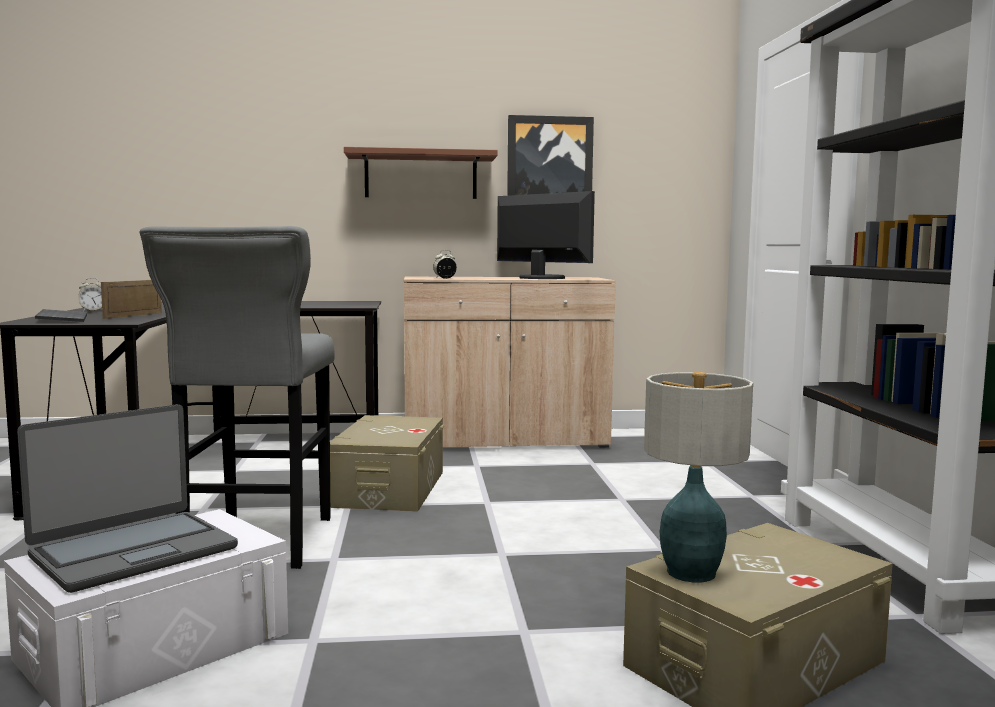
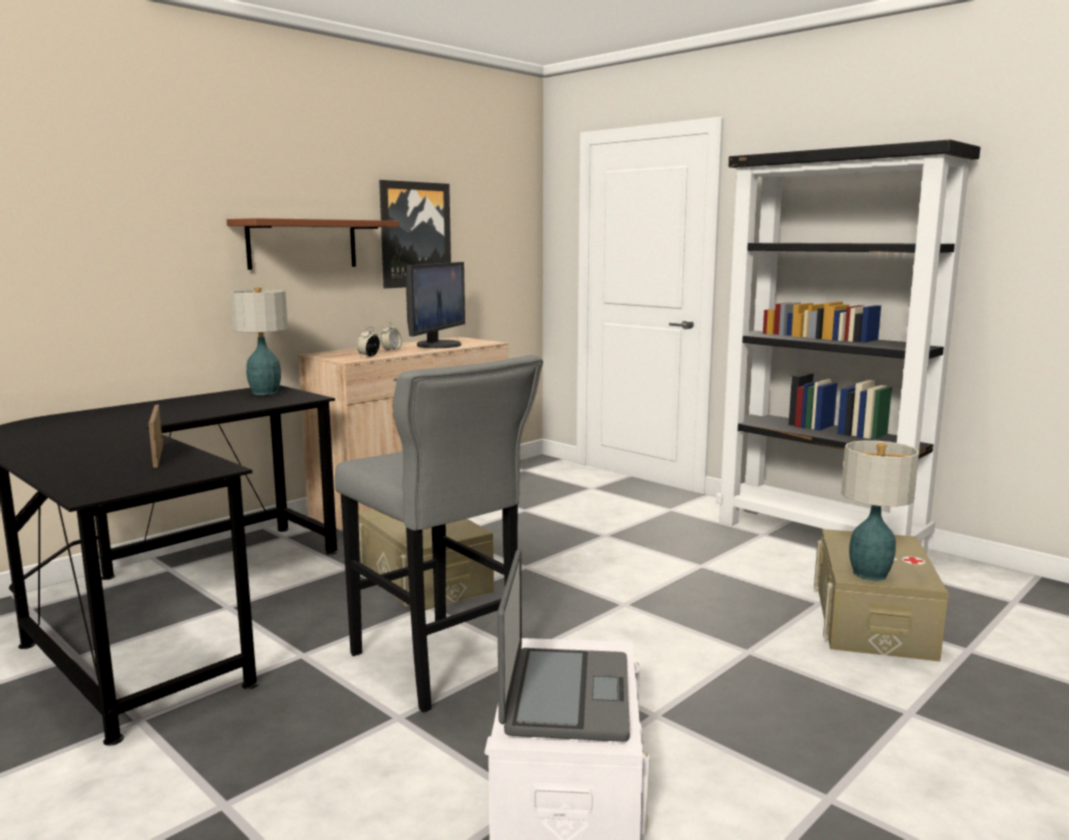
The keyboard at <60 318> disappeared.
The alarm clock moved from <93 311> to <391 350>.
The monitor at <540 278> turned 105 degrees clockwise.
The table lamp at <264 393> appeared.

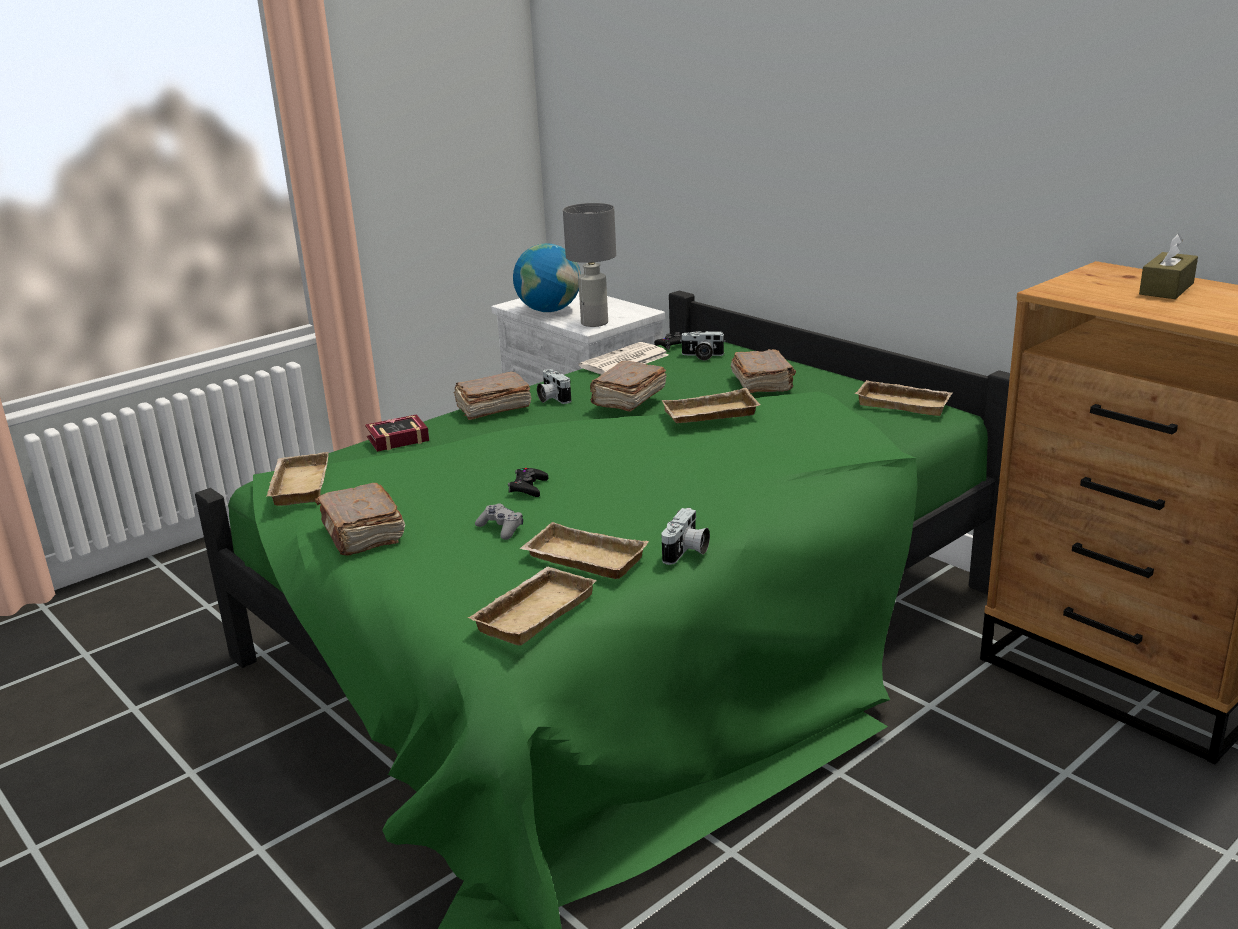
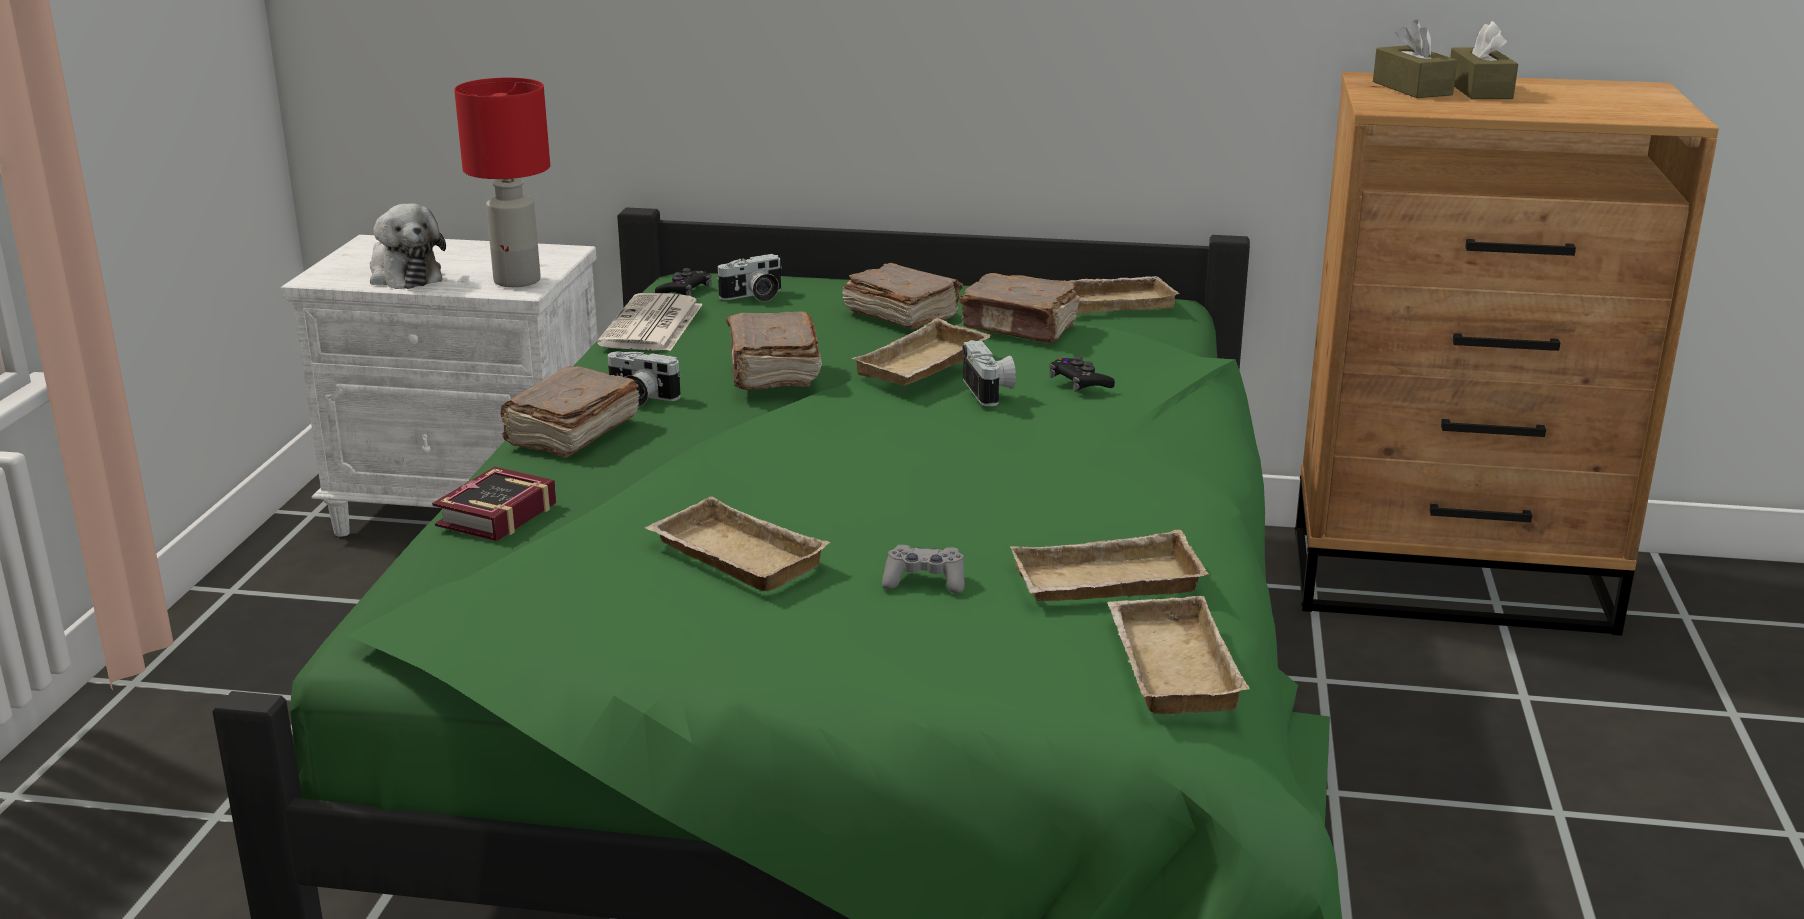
The beige tray moved from <298 485> to <732 557>.
The brown book moved from <362 534> to <1020 328>.
The black game controller moved from <528 487> to <1080 382>.
The globe at <549 310> was replaced by the plush toy at <403 276>.
The grey table lamp at <594 323> became the red table lamp at <517 281>.
The photo camera moved from <686 552> to <991 391>.
The brown tissue box at <1412 88> appeared.

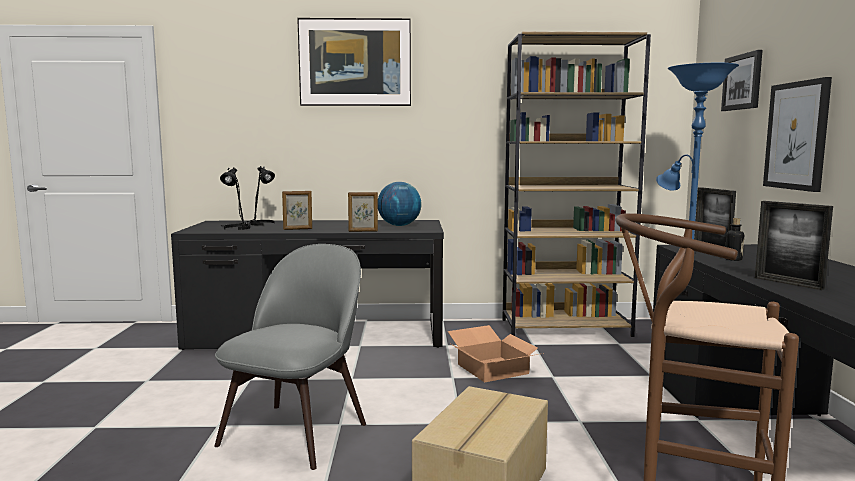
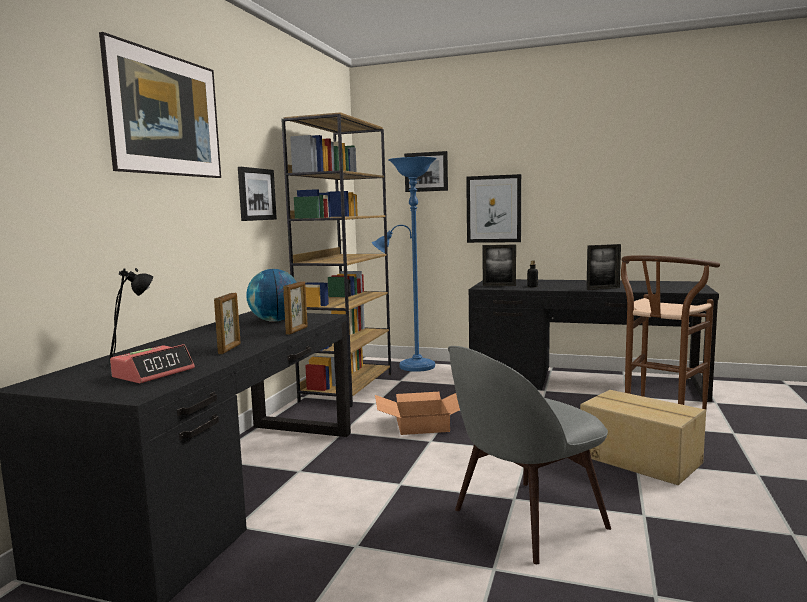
The grey chair at <297 431> turned 75 degrees counterclockwise.
The black table lamp at <235 228> was replaced by the alarm clock at <154 373>.
The picture at <256 194> appeared.

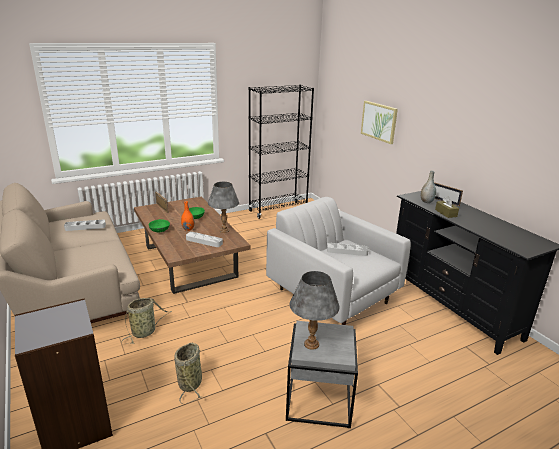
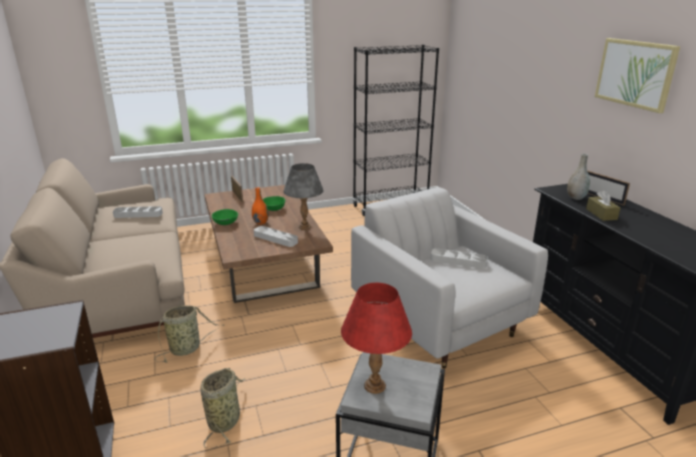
The grey table lamp at <311 344> became the red table lamp at <374 386>.
The picture moved from <379 121> to <635 73>.

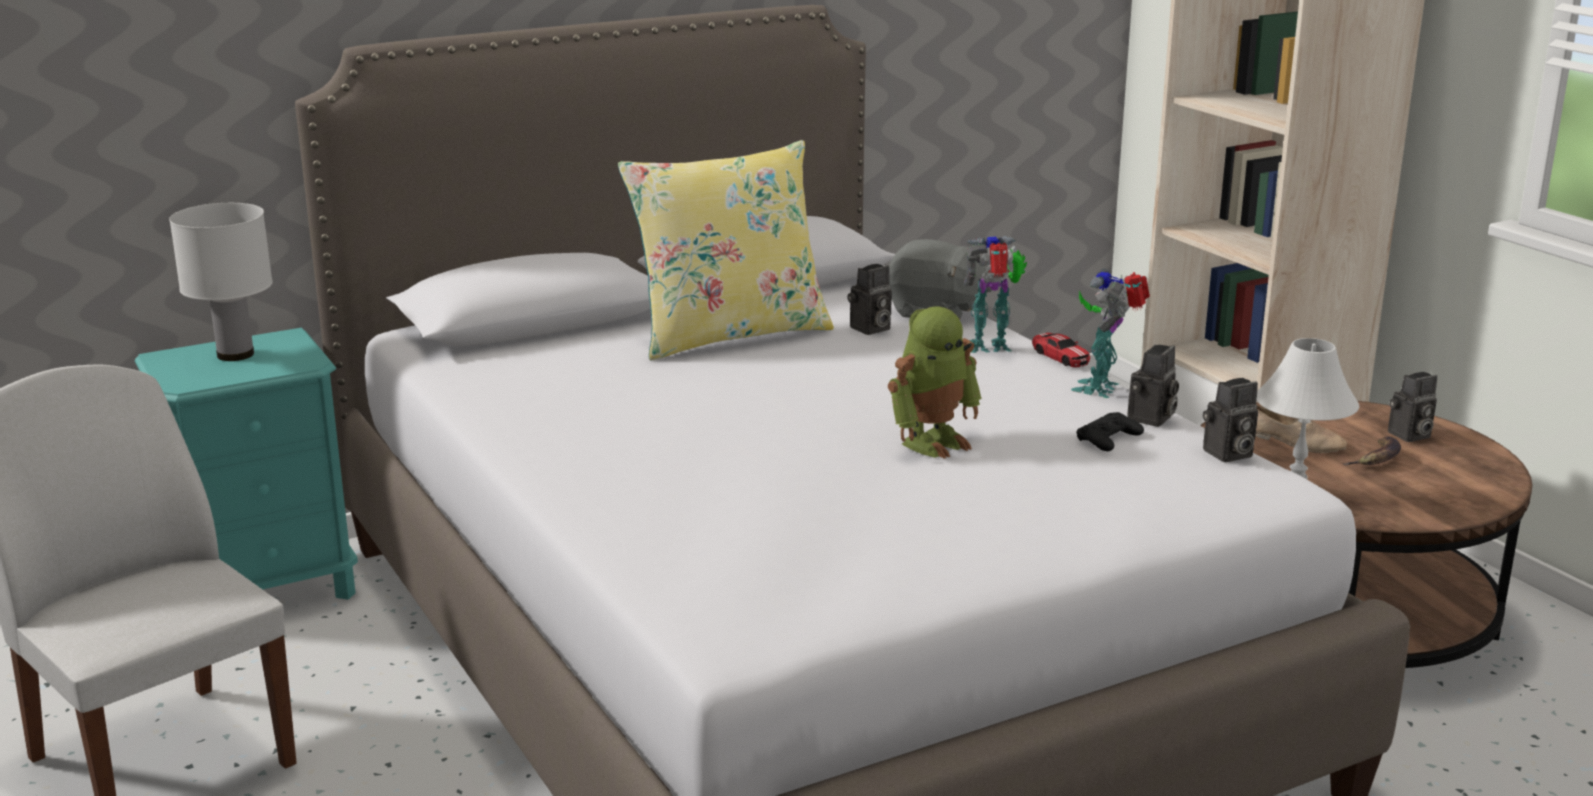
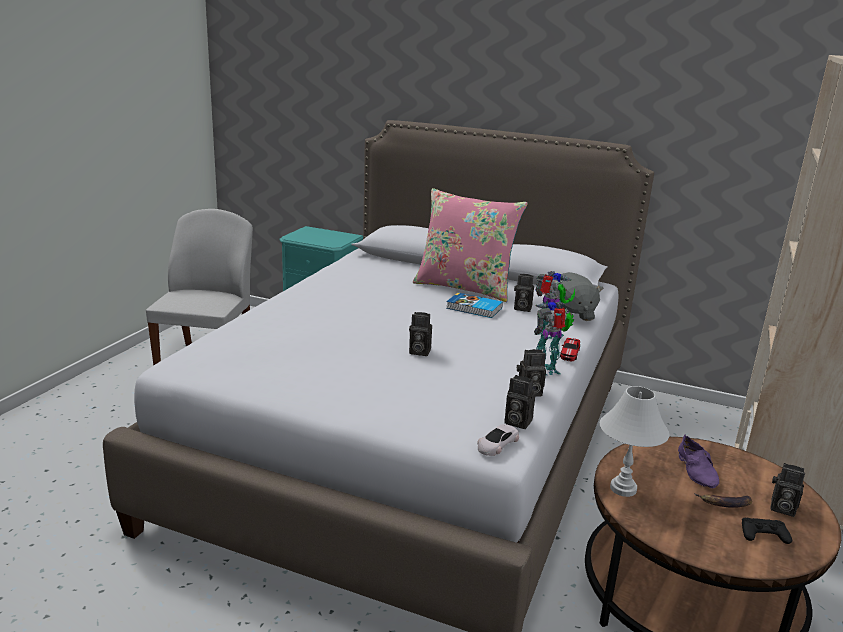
The white table lamp at <236 355> disappeared.
The yellow pillow at <729 334> became the pink pillow at <465 287>.
The toy robot at <932 441> was replaced by the photo camera at <418 352>.
The black game controller moved from <1109 439> to <763 535>.
The beige shoe at <1295 441> became the purple shoe at <697 470>.
The book at <474 308> appeared.
The white toy car at <497 444> appeared.

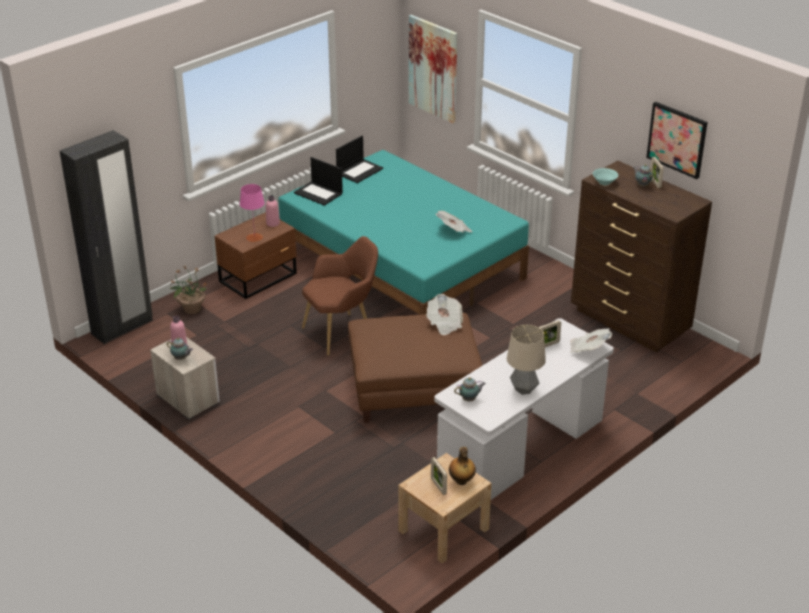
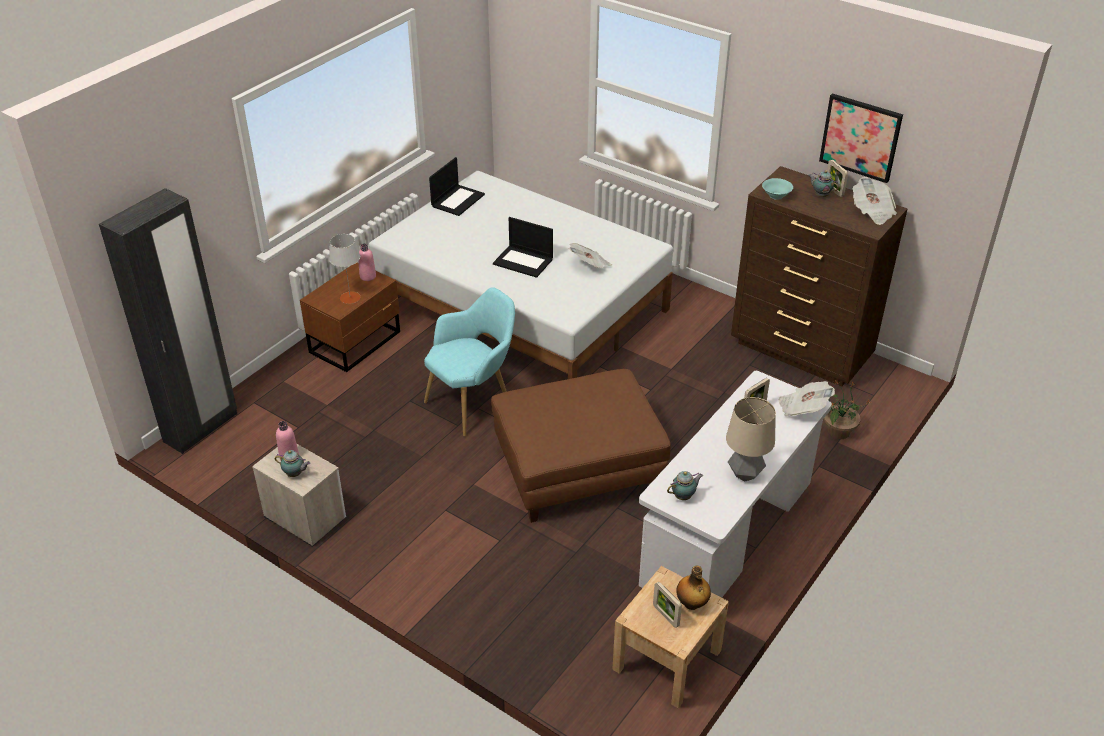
The potted plant moved from <191 309> to <837 431>.
The pink table lamp at <254 237> became the grey table lamp at <350 297>.
The turquoise bed at <402 265> became the white bed at <522 307>.
The laptop moved from <319 193> to <524 261>.
The brown armchair at <342 332> became the turquoise armchair at <474 402>.
The picture at <433 68> disappeared.
The newspaper moved from <444 323> to <872 212>.

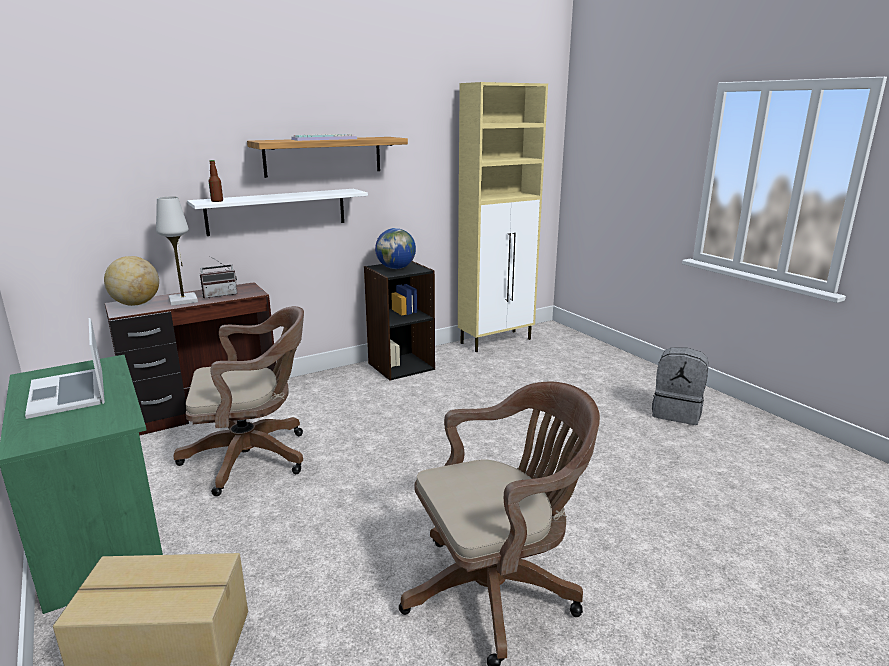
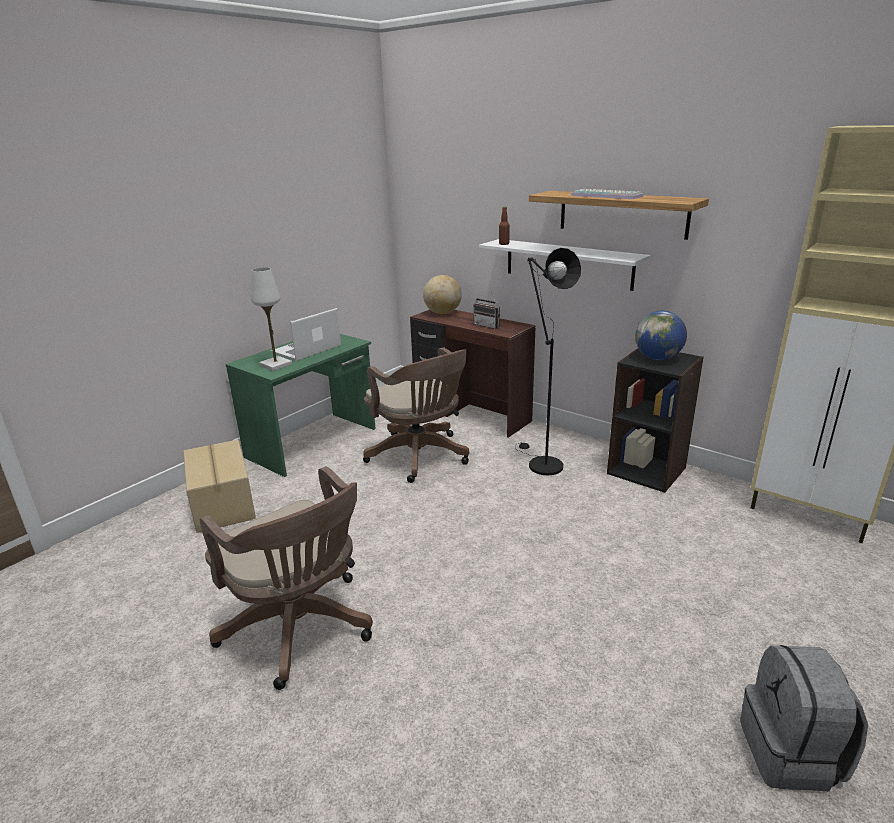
The white table lamp moved from <183 300> to <276 365>.
The black floor lamp at <541 463> appeared.

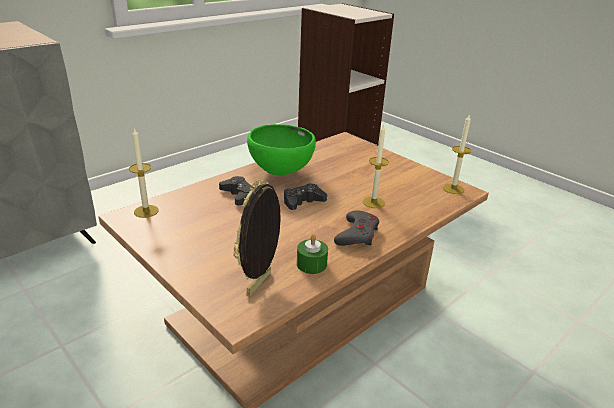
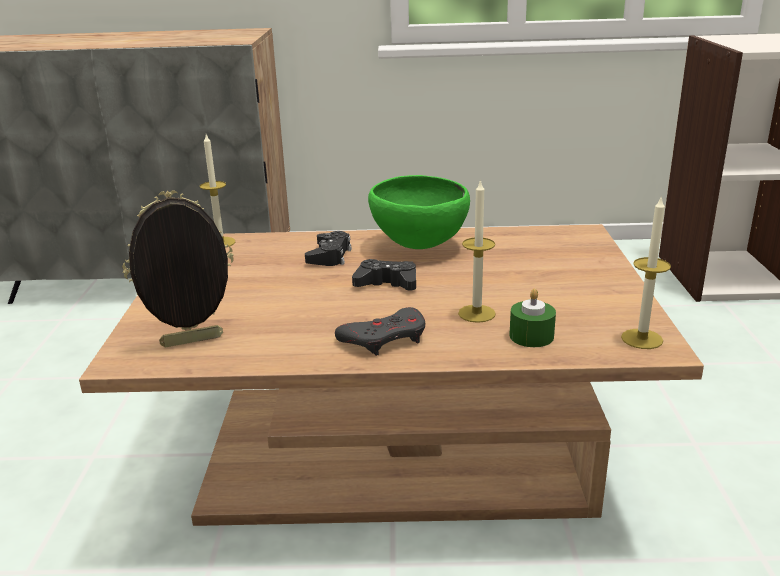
The green candle moved from <311 264> to <531 336>.

